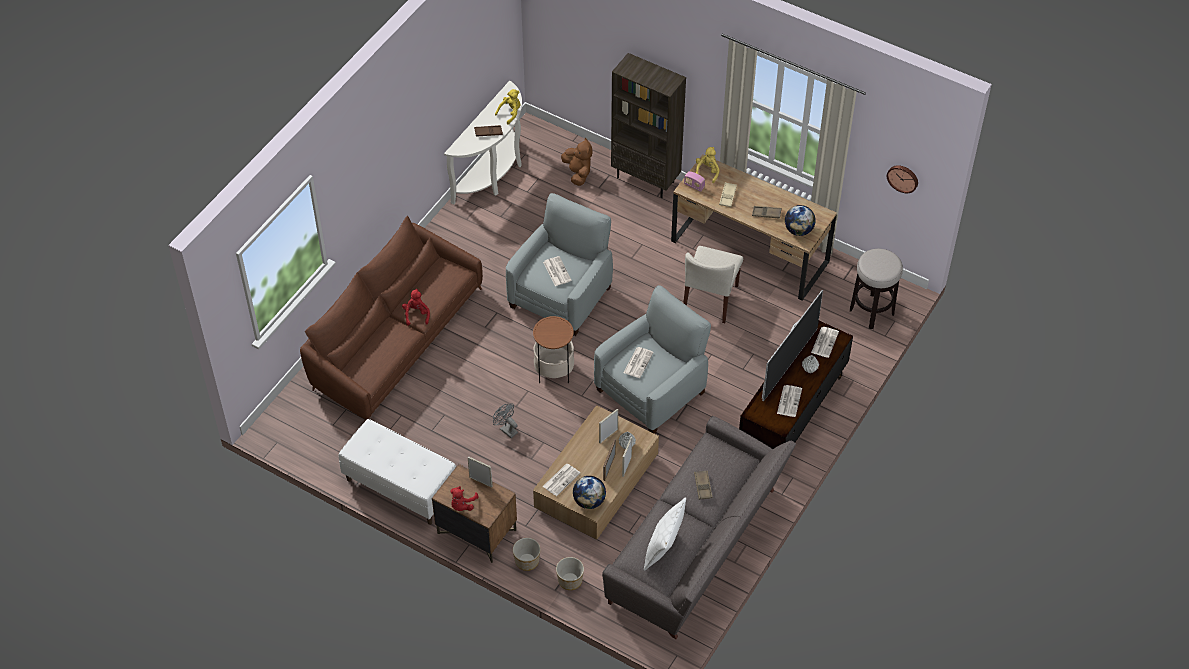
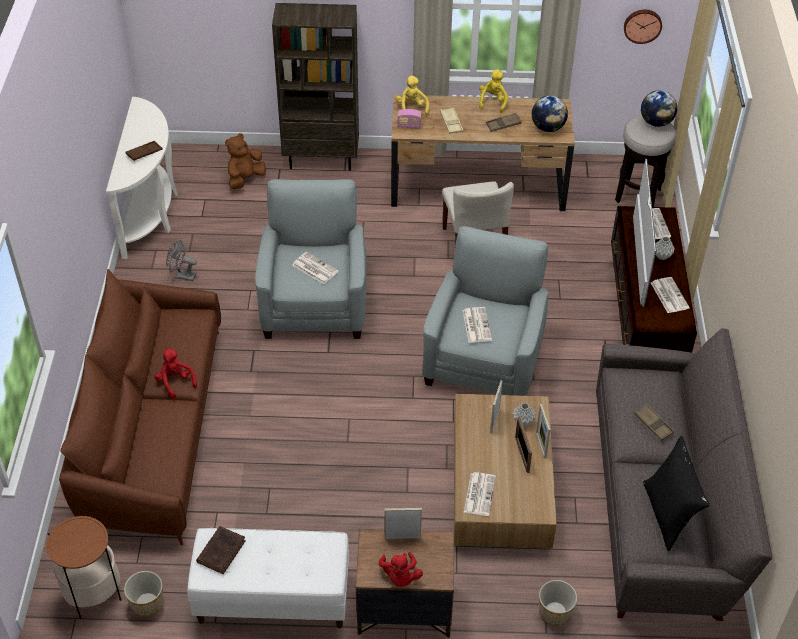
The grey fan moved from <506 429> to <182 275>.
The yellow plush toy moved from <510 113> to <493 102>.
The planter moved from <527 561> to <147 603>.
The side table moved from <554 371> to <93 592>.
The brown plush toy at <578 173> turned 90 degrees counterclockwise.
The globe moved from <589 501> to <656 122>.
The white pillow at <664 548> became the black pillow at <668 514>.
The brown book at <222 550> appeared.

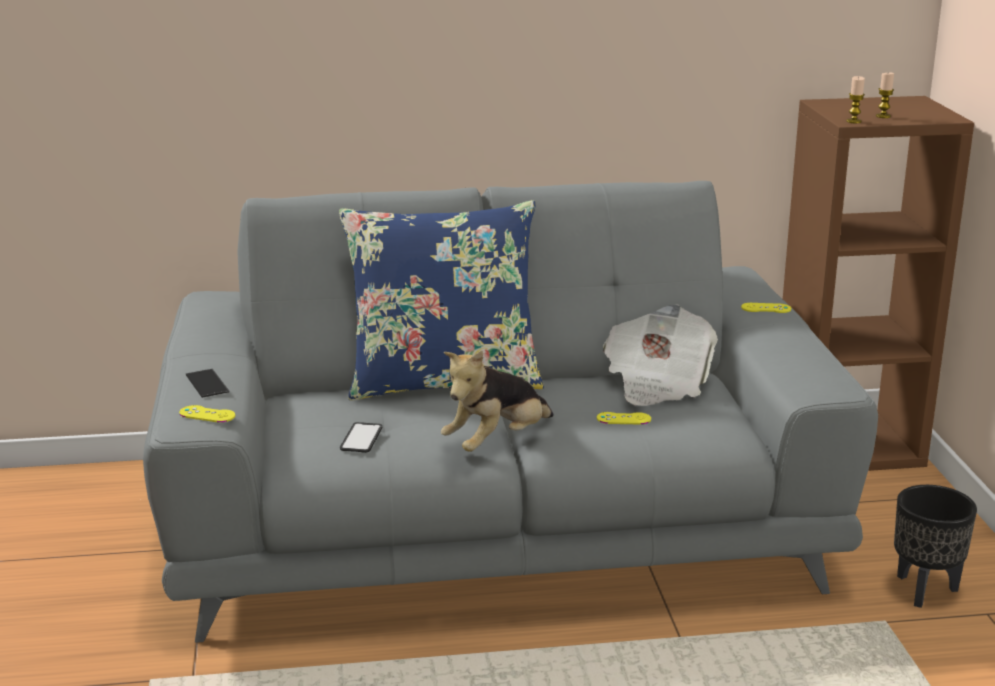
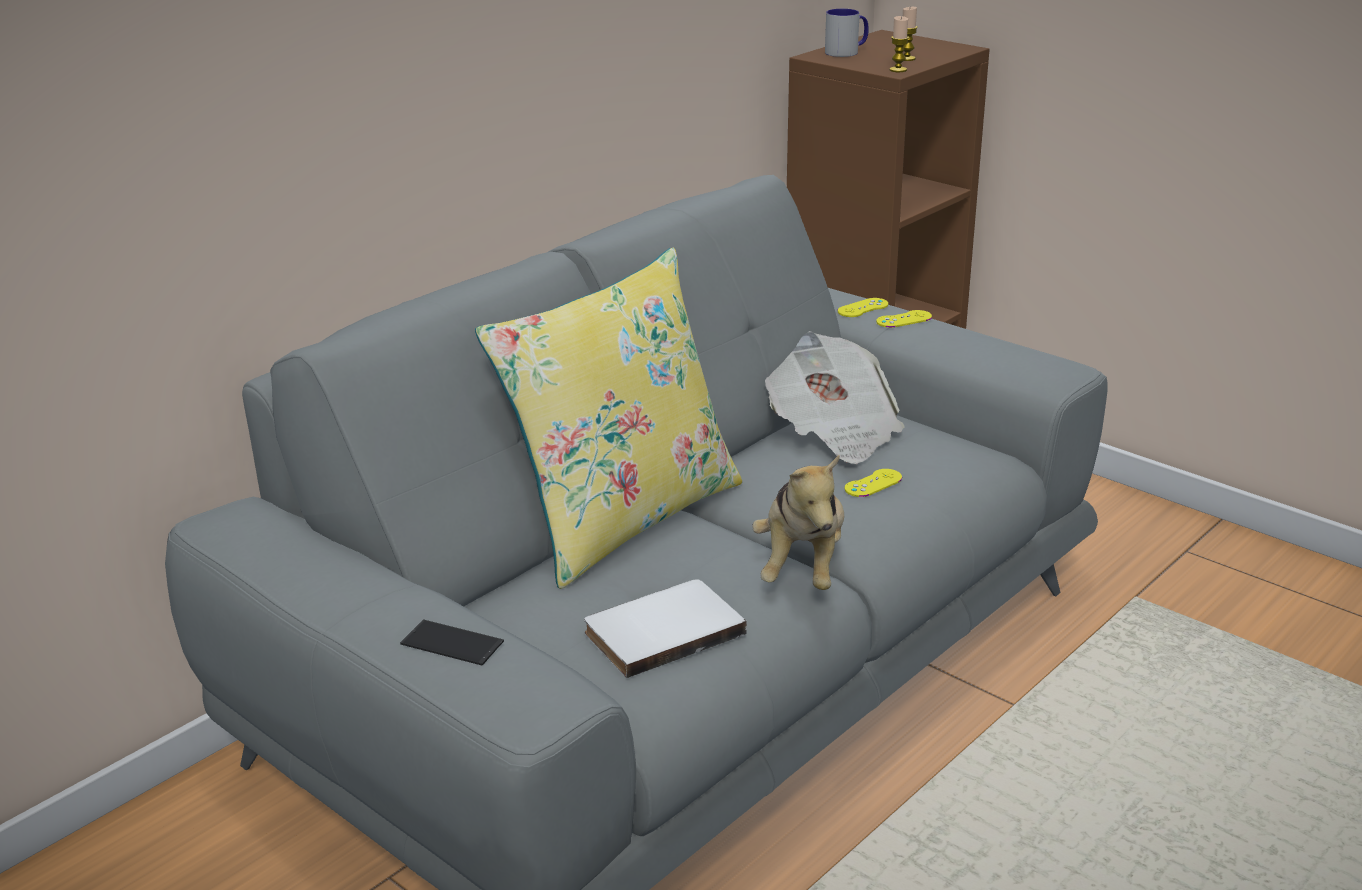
The yellow game controller moved from <207 414> to <904 319>.
The blue pillow at <443 381> became the yellow pillow at <622 518>.
The phone at <361 438> was replaced by the white book at <661 630>.
The black planter at <925 590> disappeared.
The mug at <847 52> appeared.

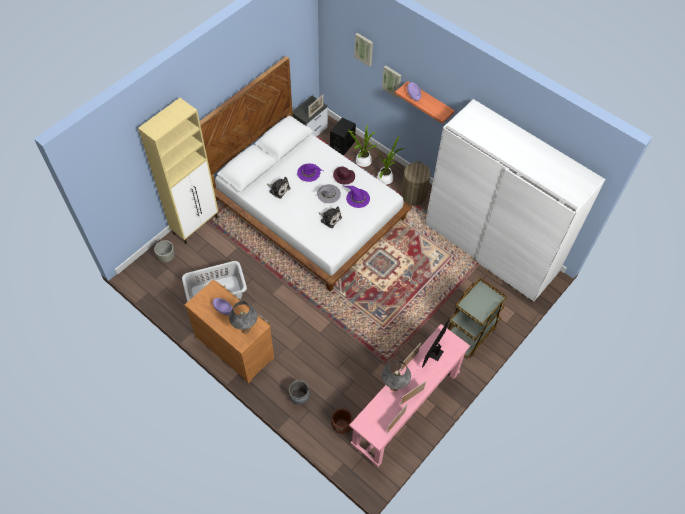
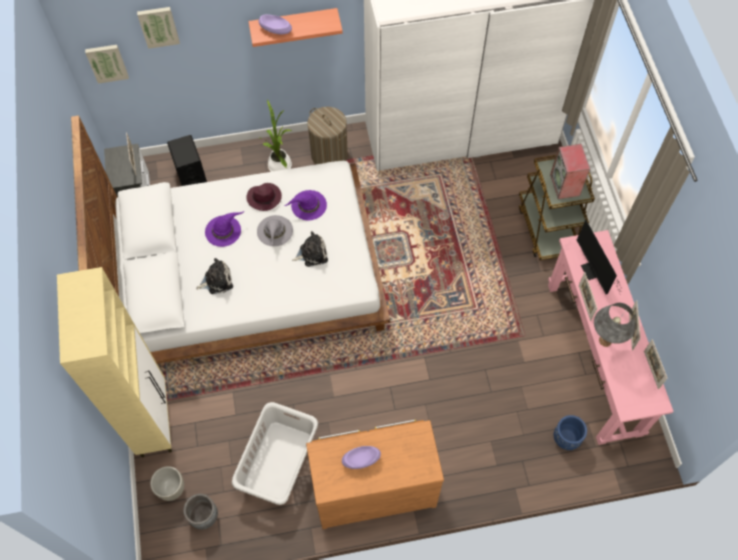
The grey table lamp at <245 329> disappeared.
The grey planter moved from <299 397> to <204 516>.
The brown planter at <341 425> became the blue planter at <566 438>.
The potted plant at <362 161> disappeared.
The picture moved from <392 81> to <107 62>.
The speaker at <565 185> appeared.

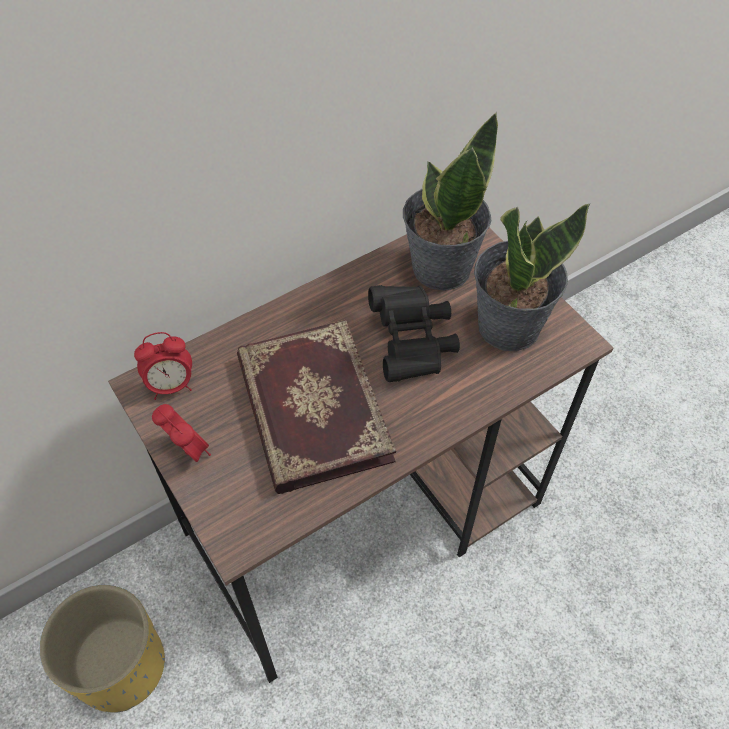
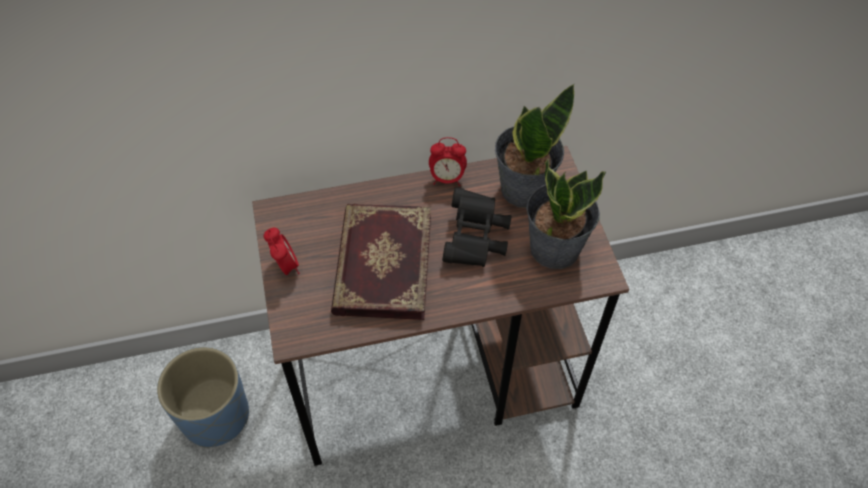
The yellow planter at <121 665> became the blue planter at <215 415>.
The alarm clock moved from <171 386> to <447 179>.

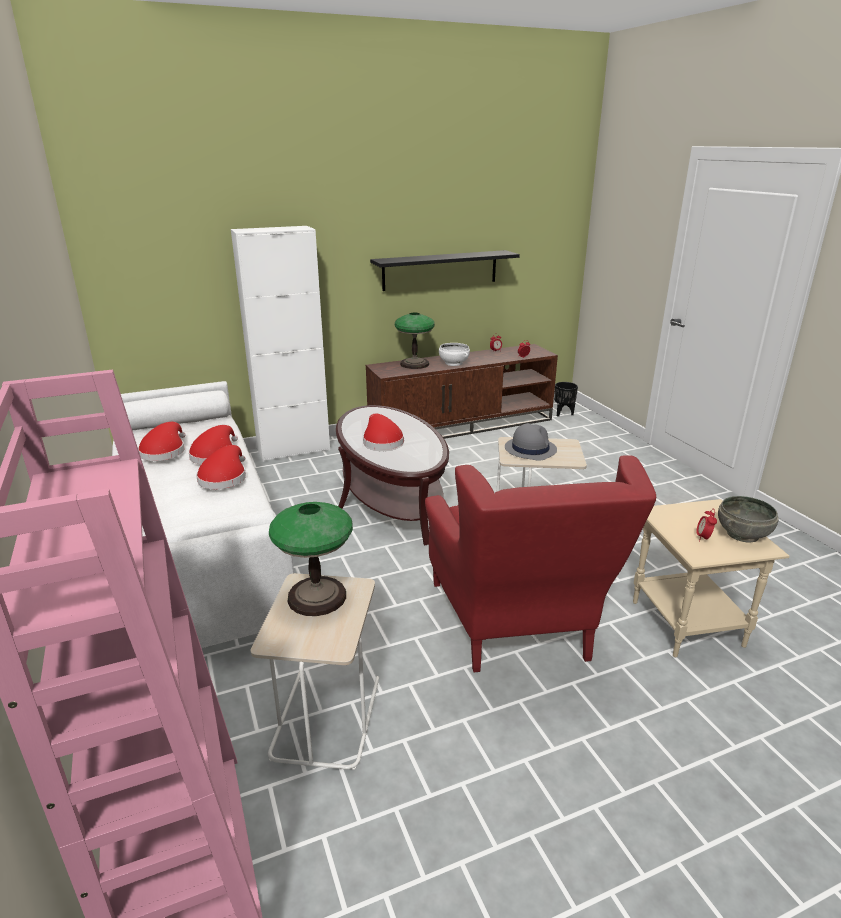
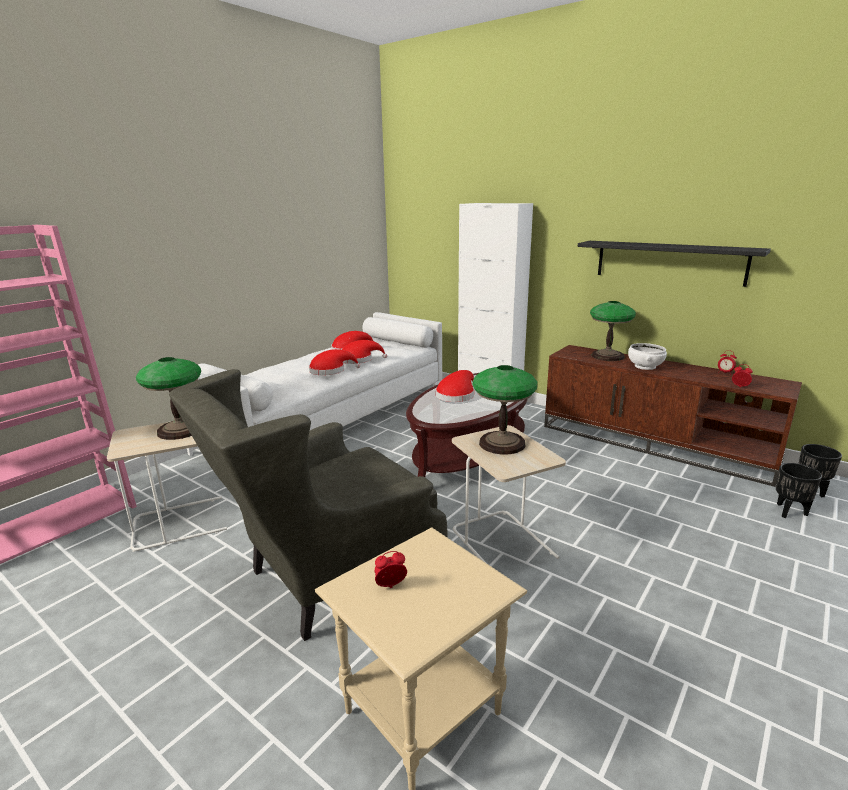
The red armchair at <518 629> became the grey armchair at <327 579>.
The grey hat at <530 449> was replaced by the table lamp at <502 443>.
The grey bowl at <743 534> disappeared.
The black planter at <790 512> appeared.

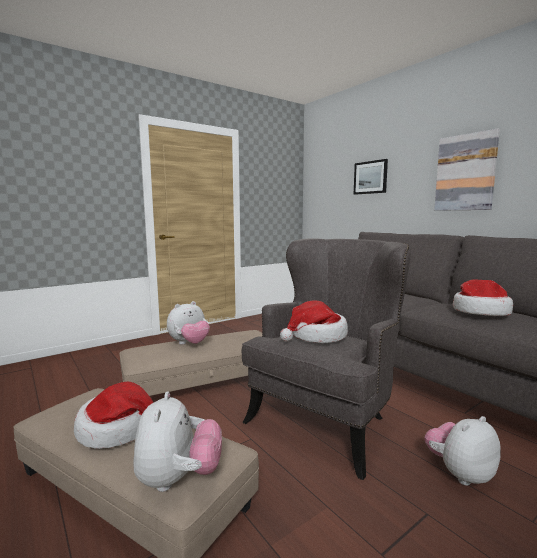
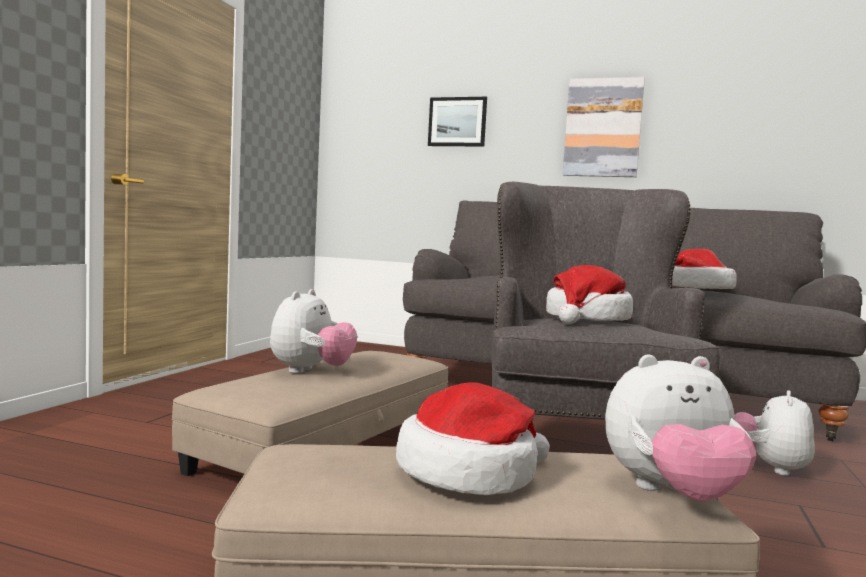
The plush toy at <179 479> turned 120 degrees clockwise.

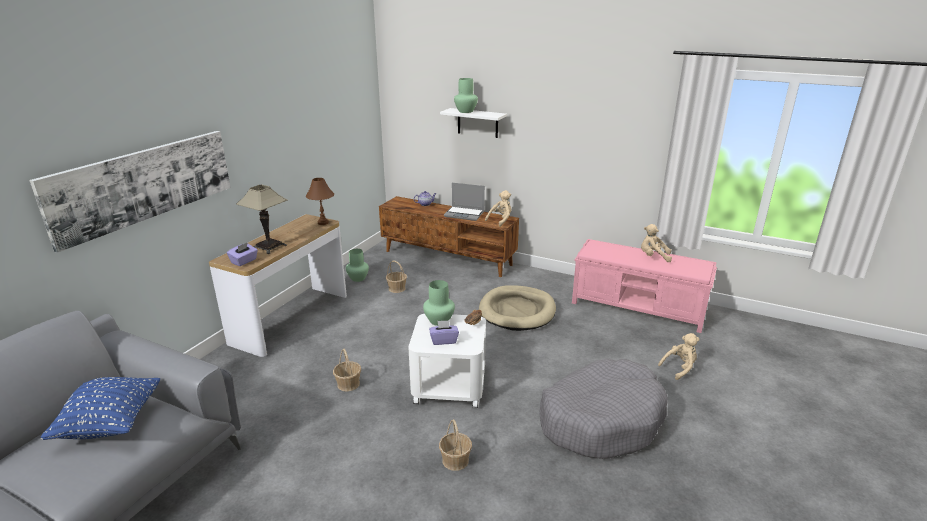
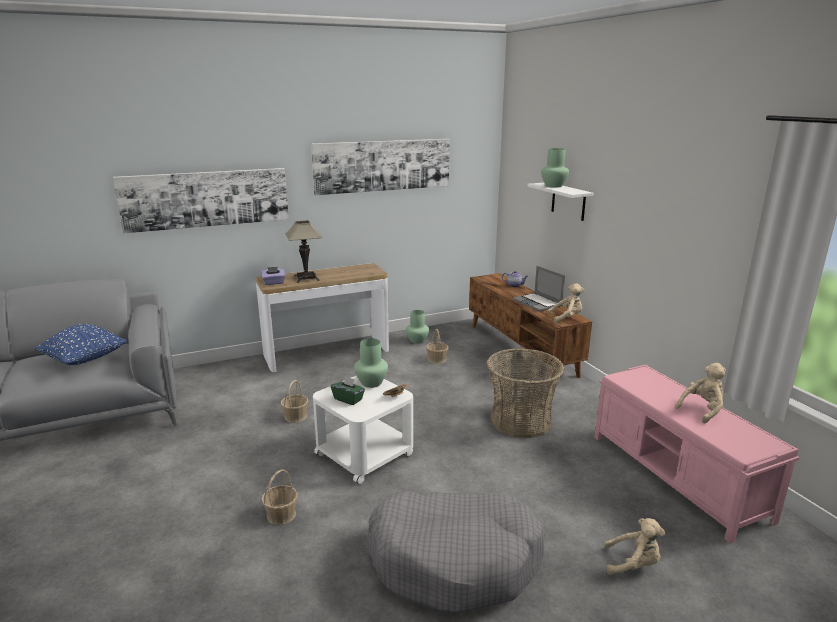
The brown table lamp at <323 222> disappeared.
The purple tissue box at <444 340> became the green tissue box at <348 399>.
The beige dog bed at <517 311> was replaced by the basket at <521 421>.
The beige plush toy at <653 257> turned 90 degrees clockwise.
The picture at <383 165> appeared.

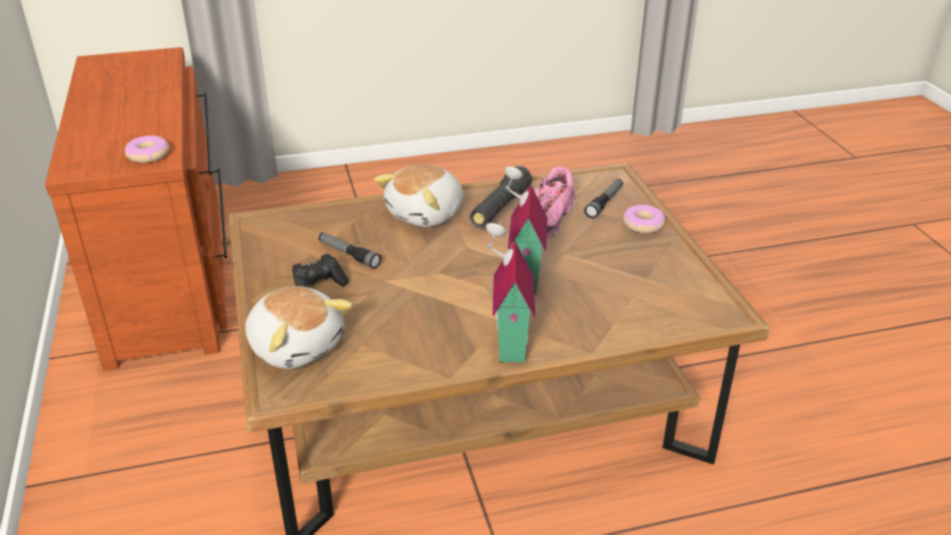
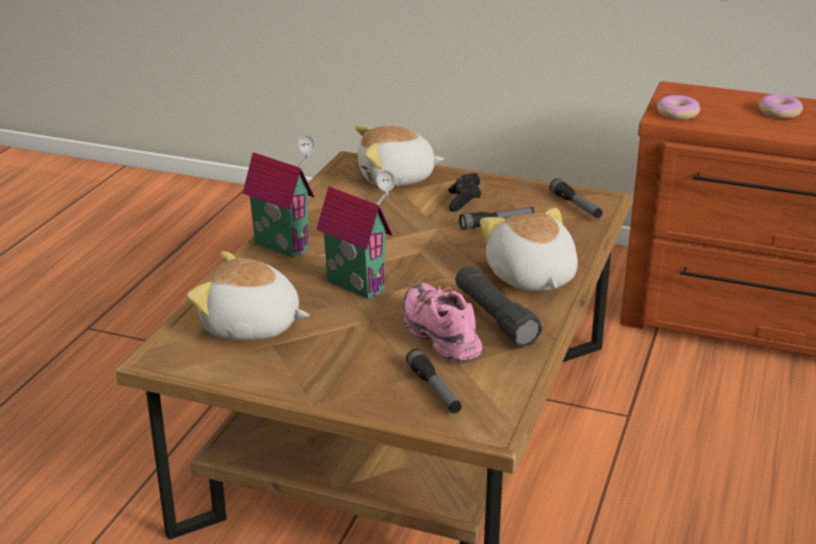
The donut moved from <643 225> to <779 112>.
The plush toy at <250 327> appeared.
The flashlight at <576 206> appeared.

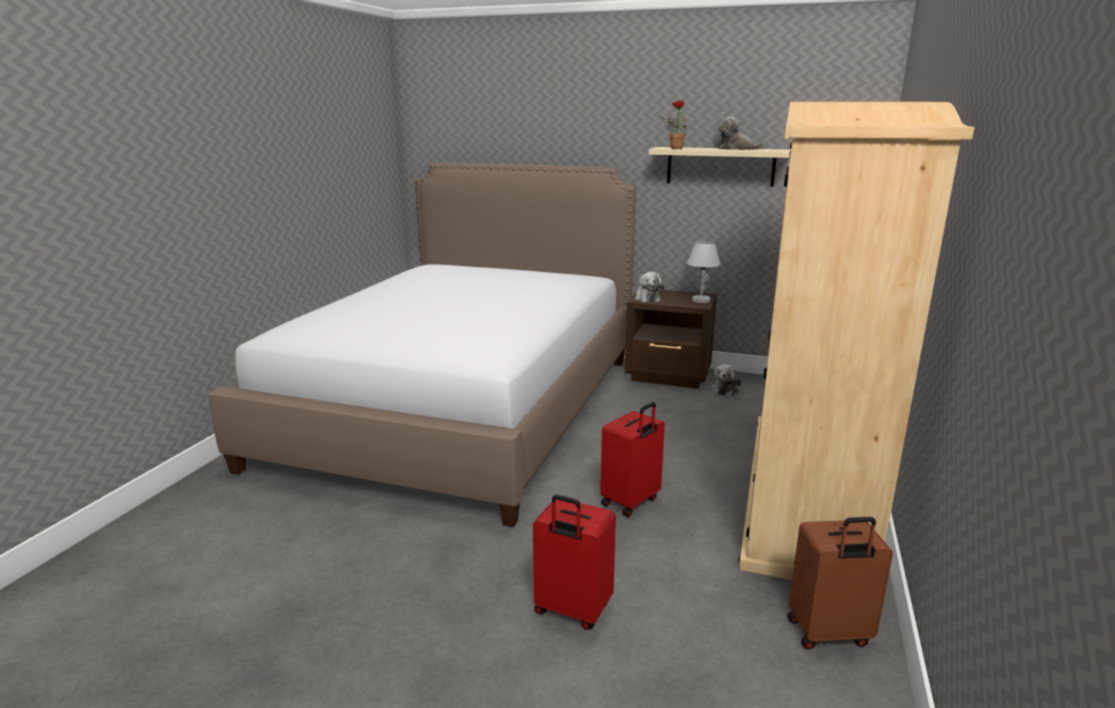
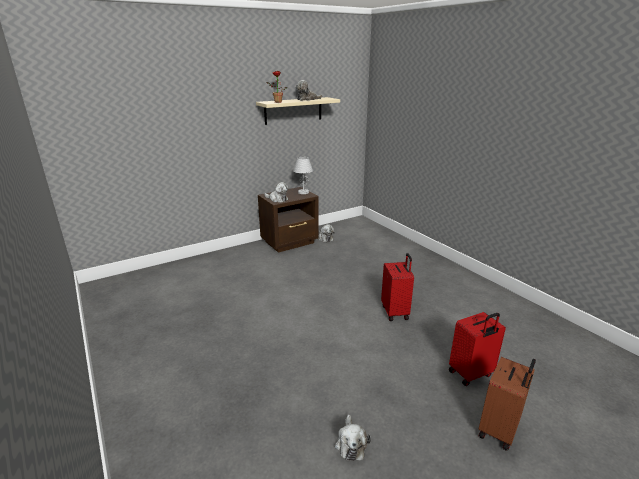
The bed at <462 408> disappeared.
The beige wardrobe at <807 492> disappeared.
The brown suitcase moved from <829 634> to <499 430>.
The plush toy at <350 443> appeared.

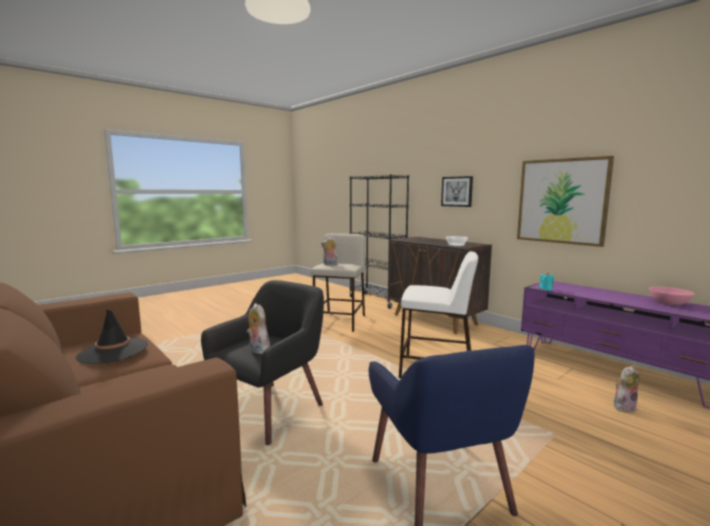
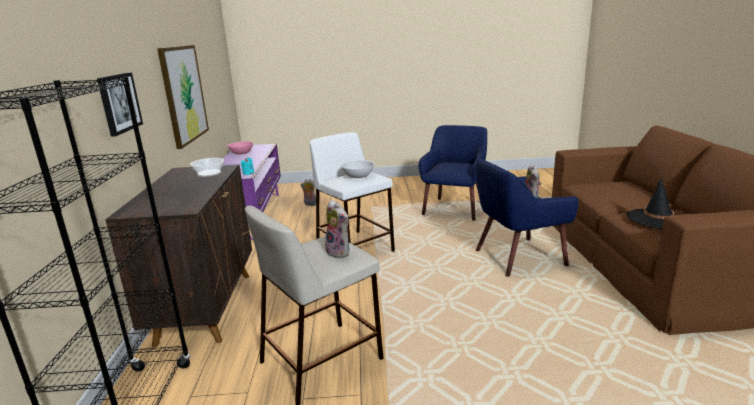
The black armchair at <270 410> became the blue armchair at <518 257>.
The white bowl at <358 176> appeared.

